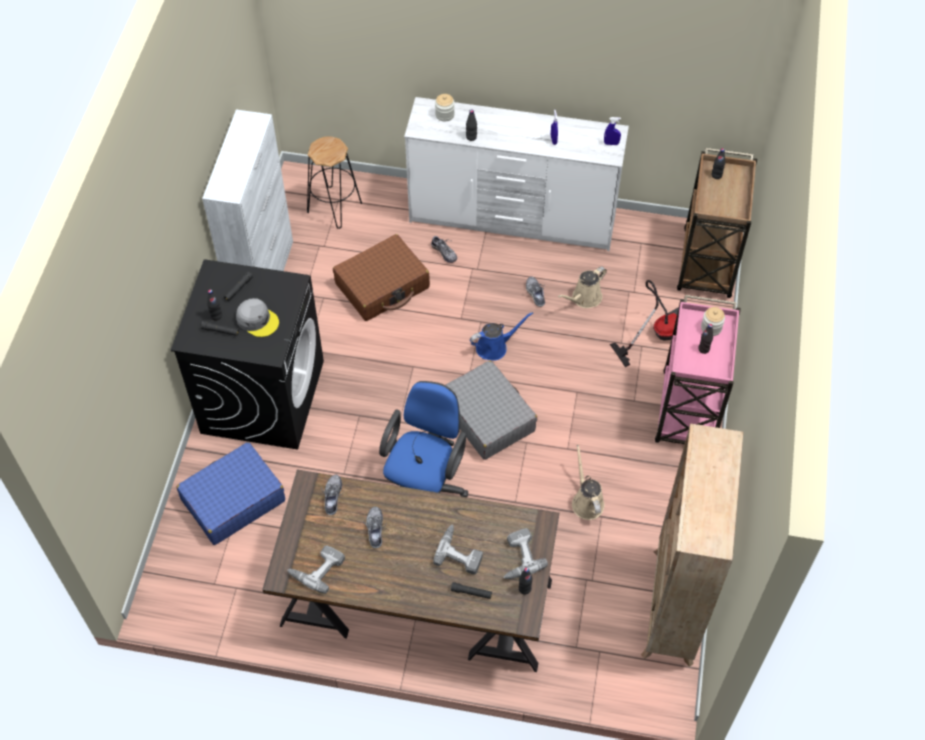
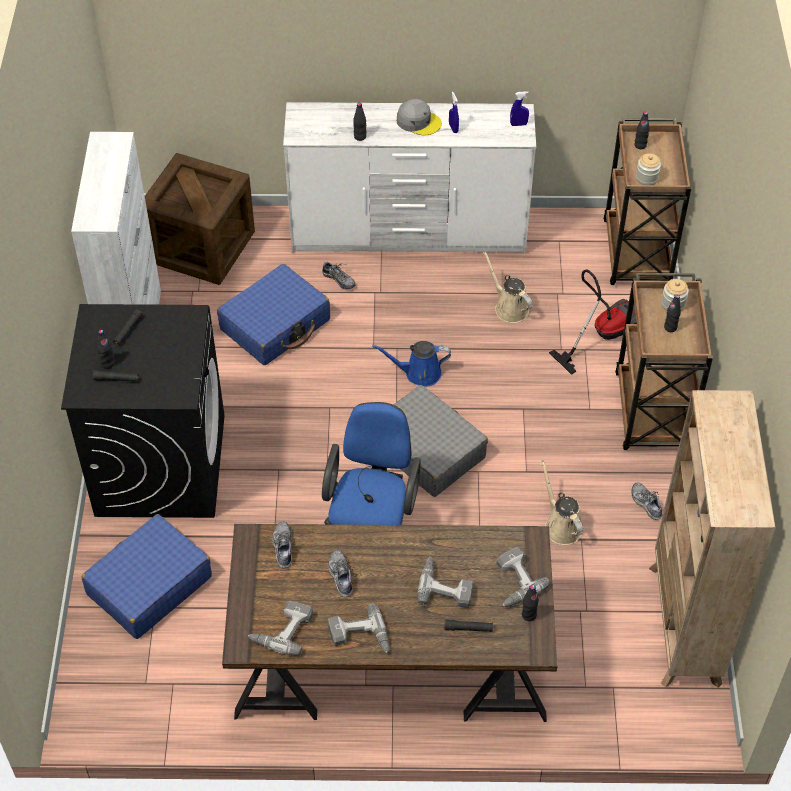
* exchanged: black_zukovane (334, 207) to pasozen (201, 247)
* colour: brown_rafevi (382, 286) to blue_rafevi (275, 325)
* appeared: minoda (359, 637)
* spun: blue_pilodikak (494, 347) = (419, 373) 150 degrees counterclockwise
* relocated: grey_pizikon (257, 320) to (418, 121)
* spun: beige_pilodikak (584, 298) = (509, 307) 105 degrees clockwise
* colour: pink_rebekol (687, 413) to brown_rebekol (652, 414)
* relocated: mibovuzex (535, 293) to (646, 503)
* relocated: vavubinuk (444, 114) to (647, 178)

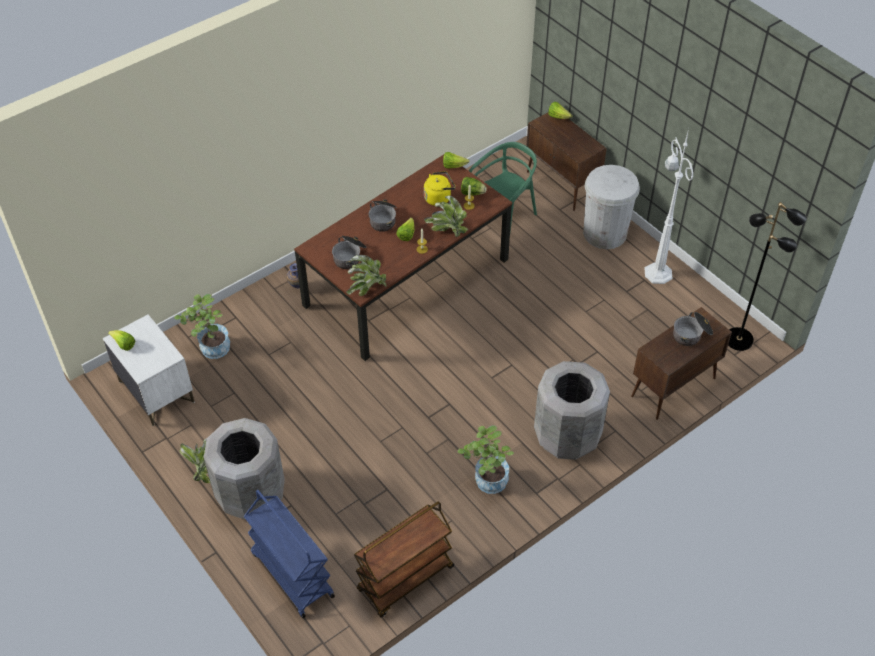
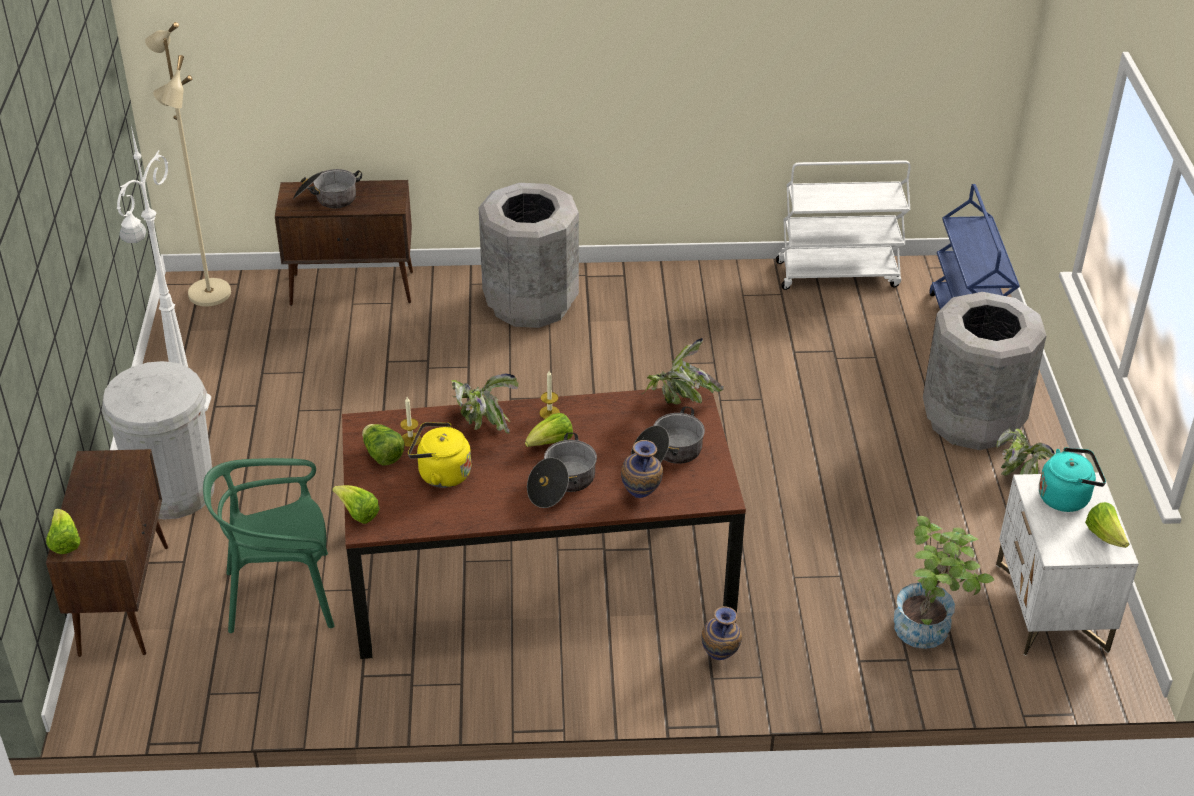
* colour: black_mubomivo (739, 339) to beige_mubomivo (208, 294)
* appeared: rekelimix (641, 496)
* colour: brown_rebekol (405, 579) to white_rebekol (838, 274)
* appeared: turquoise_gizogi (1066, 497)
* missing: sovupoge (486, 482)

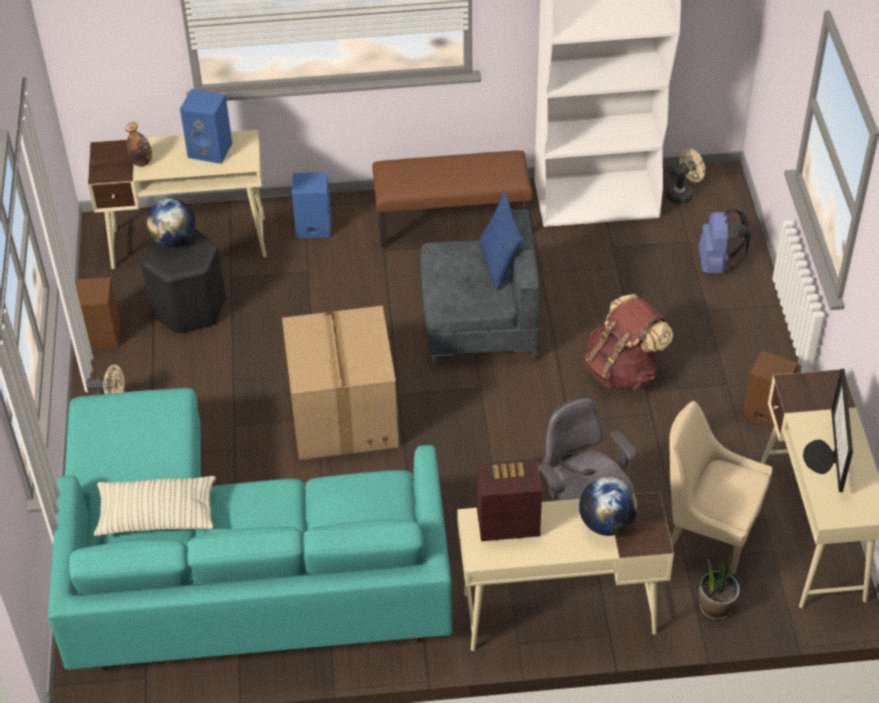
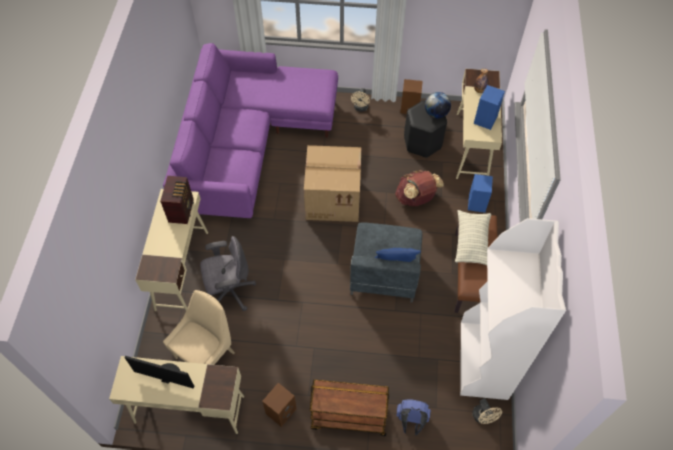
* colour: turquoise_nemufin (233, 576) to purple_nemufin (248, 145)
* appeared: brown_rebekol (348, 418)
* relocated: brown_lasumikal (623, 371) to (416, 198)
* relocated: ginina (157, 516) to (471, 242)
* missing: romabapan (606, 523)
* missing: sovupoge (715, 607)

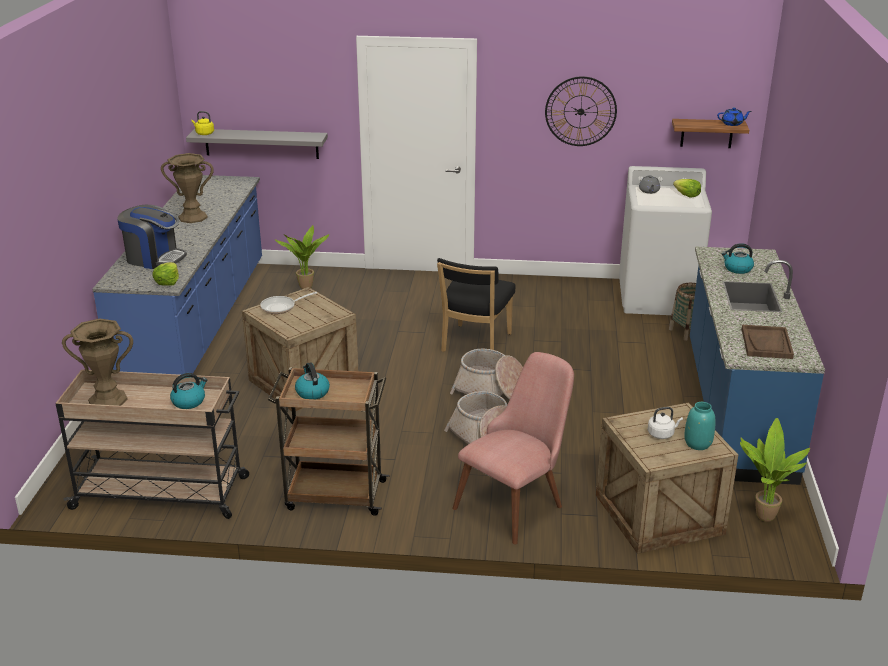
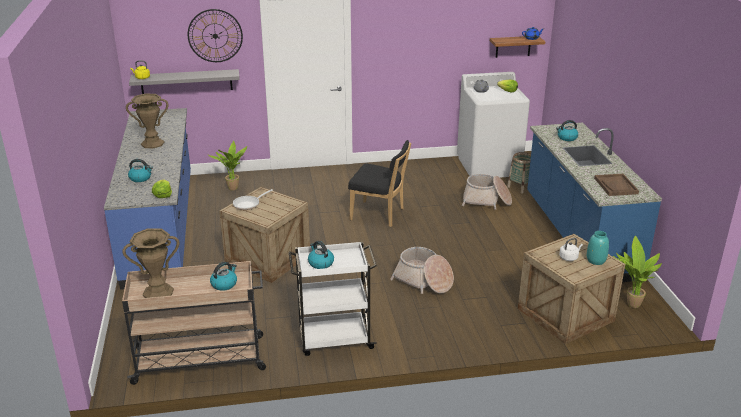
* exchanged: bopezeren (154, 258) to gizogi (140, 178)
* relocated: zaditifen (580, 111) to (215, 36)
* colour: brown_rebekol (334, 495) to white_rebekol (334, 339)
* spun: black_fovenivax (474, 344) = (379, 215) 75 degrees counterclockwise
* relocated: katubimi (491, 391) to (486, 201)
* missing: pink_fovenivax (516, 501)

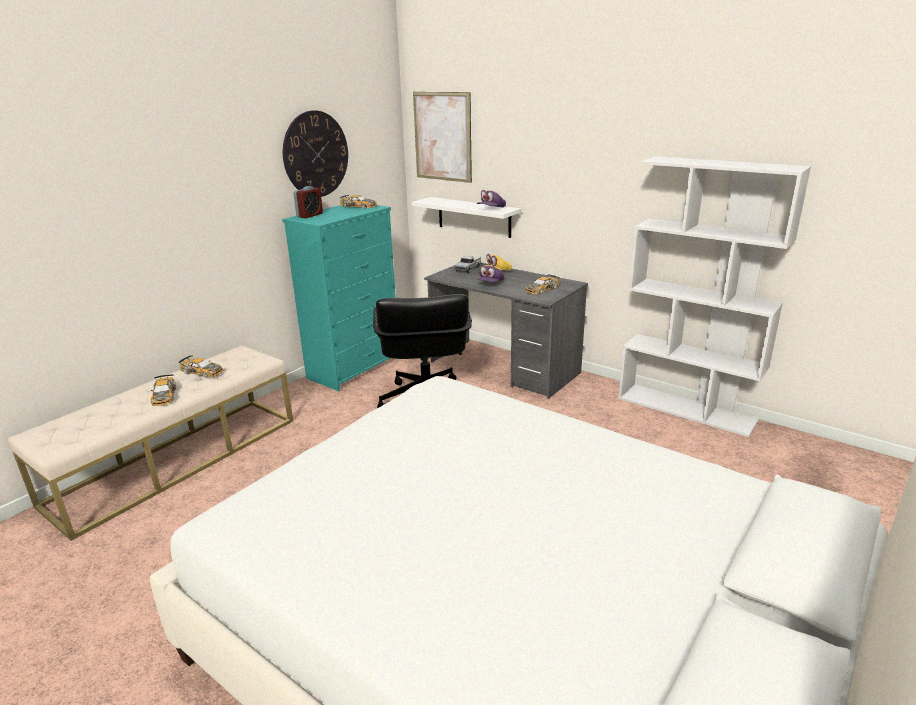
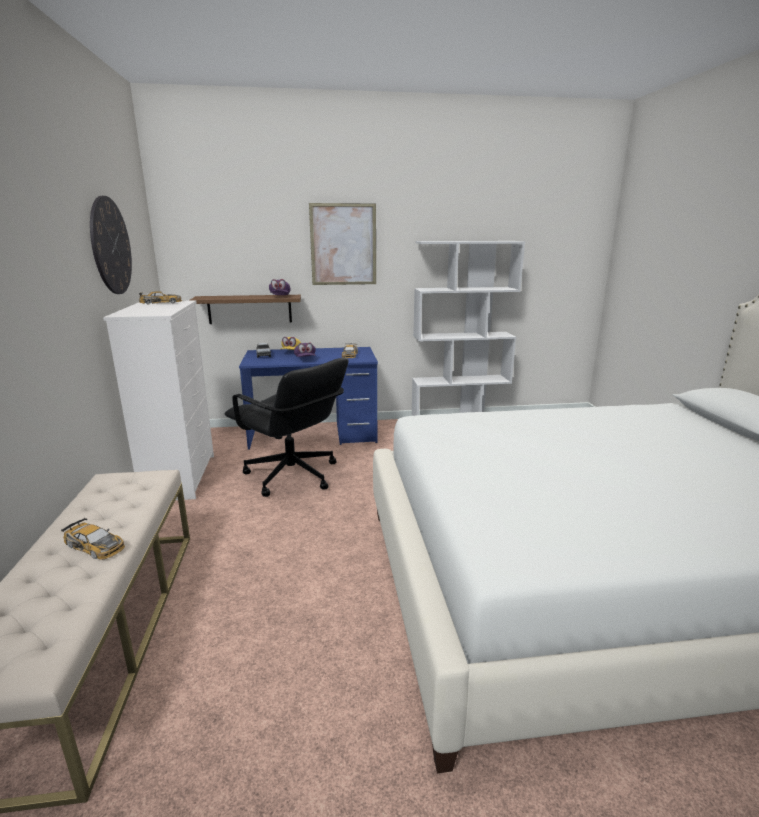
* colour: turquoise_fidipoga (355, 368) to white_fidipoga (181, 476)
* colour: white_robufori (474, 217) to brown_robufori (250, 309)
* colour: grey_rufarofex (504, 368) to blue_rufarofex (313, 435)
* relocated: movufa (442, 137) to (343, 244)
* missing: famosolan (202, 371)
* missing: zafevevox (309, 215)

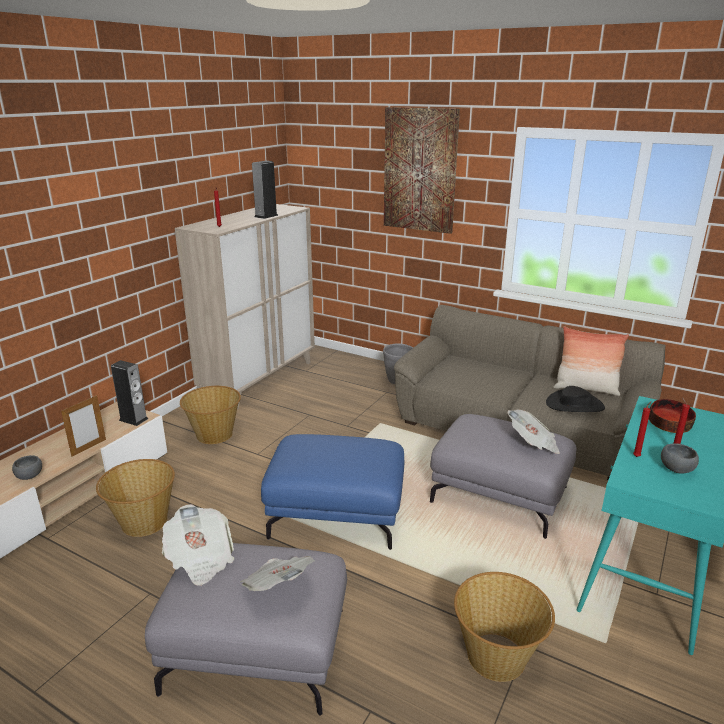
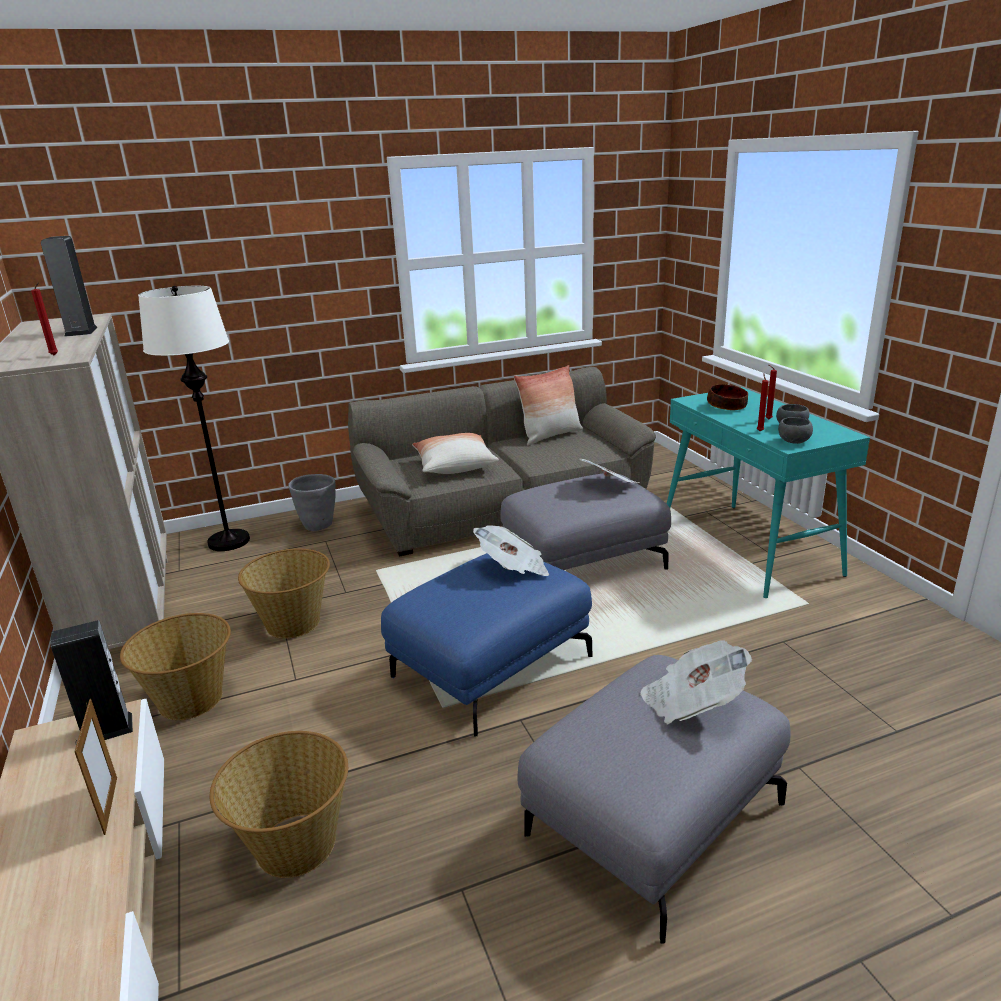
* appeared: white_mubomivo (228, 541)
* relocated: katubimi (497, 657) to (294, 623)
* appeared: ginina (454, 465)
* relocated: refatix (200, 559) to (513, 568)
* relocated: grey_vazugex (30, 475) to (793, 441)
* missing: movufa (420, 170)
* missing: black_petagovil (575, 405)

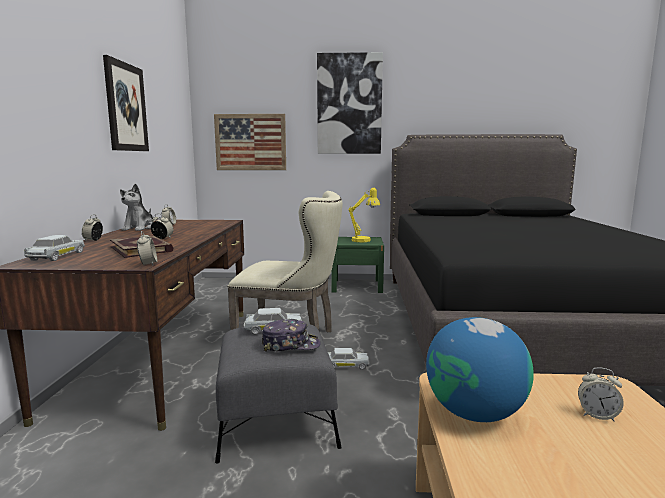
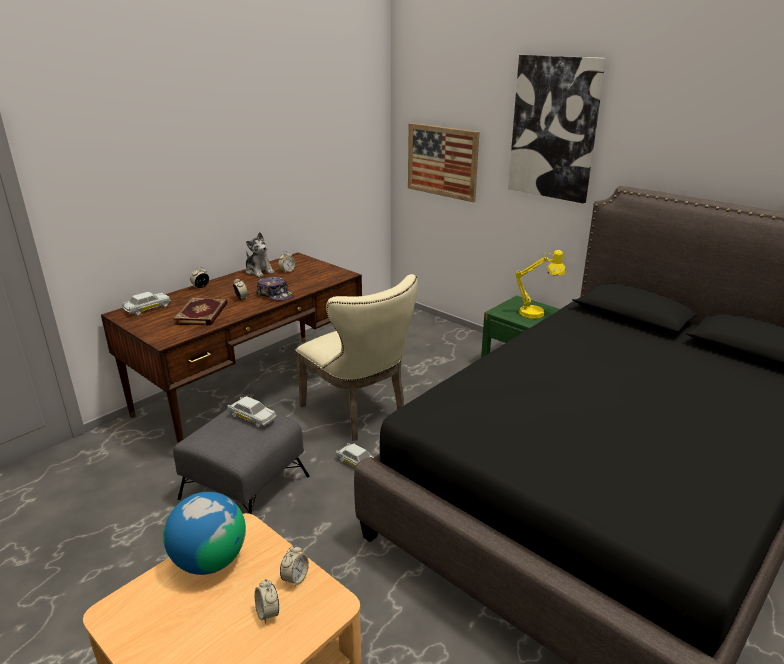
* spun: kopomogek (139, 228) = (259, 271) 90 degrees counterclockwise
* relocated: pizikon (290, 345) to (275, 294)
* relocated: zafevevox (148, 264) to (295, 578)
* missing: movufa (126, 107)

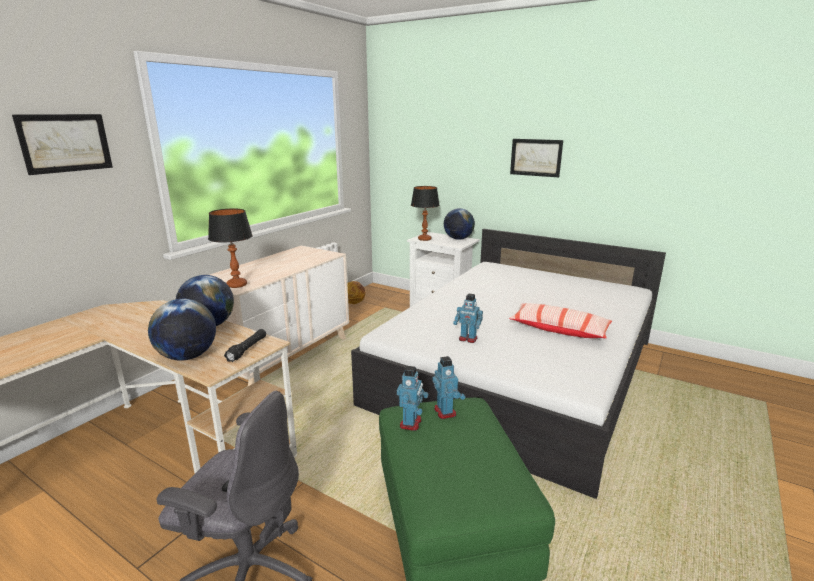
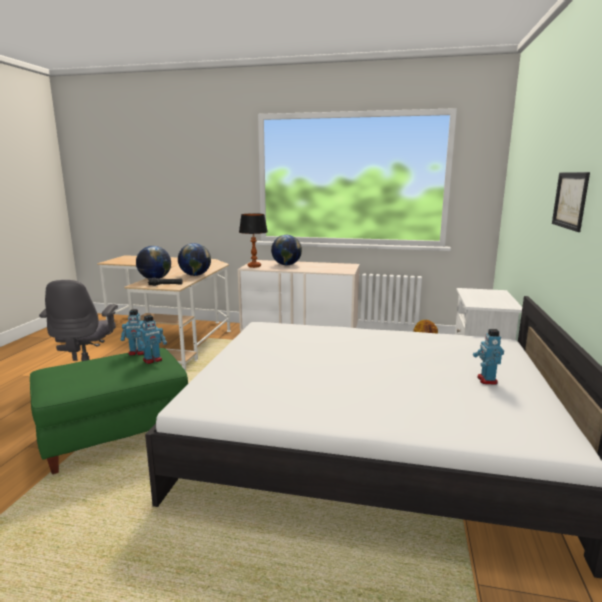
* relocated: romabapan (458, 239) to (286, 265)
* relocated: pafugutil (467, 339) to (486, 380)
* missing: movufa (65, 143)
* missing: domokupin (424, 239)
* missing: ginina (559, 329)

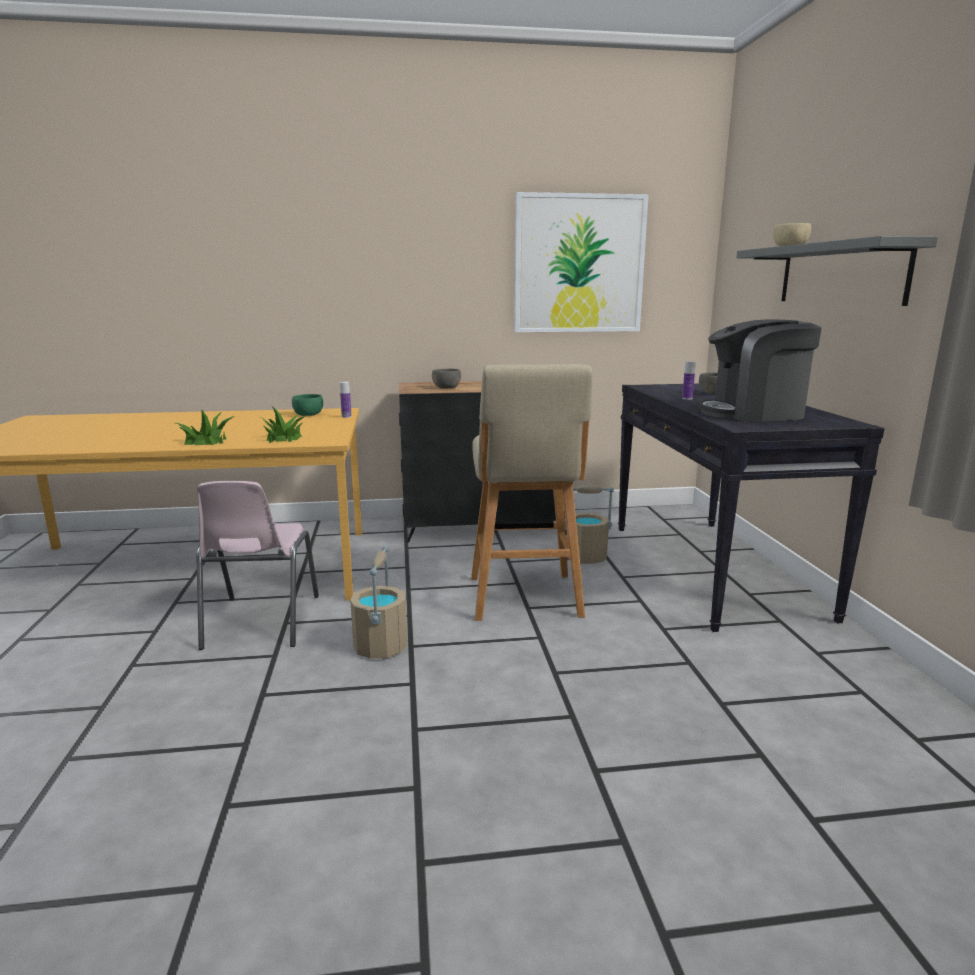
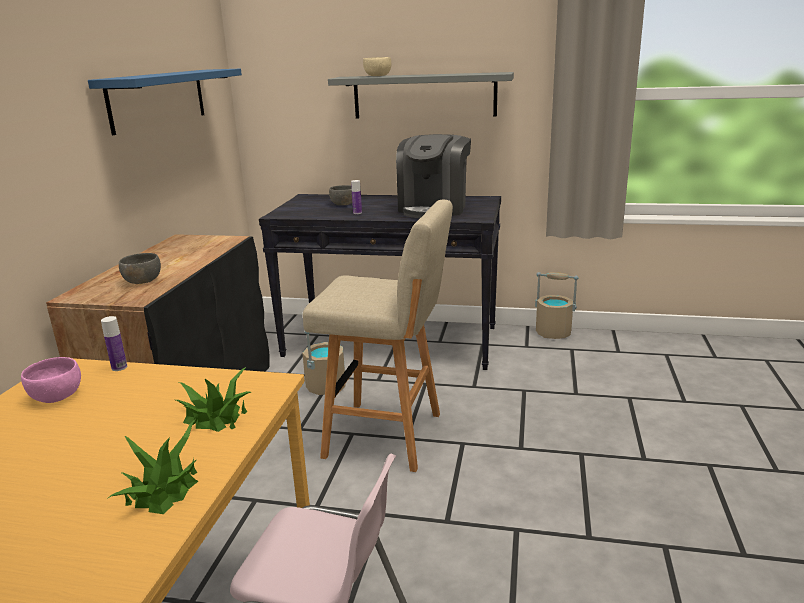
* colour: green_vazugex (308, 415) to pink_vazugex (57, 396)
* exchanged: movufa (579, 264) to blue_robufori (158, 99)
* relocated: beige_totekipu (380, 646) to (553, 333)

